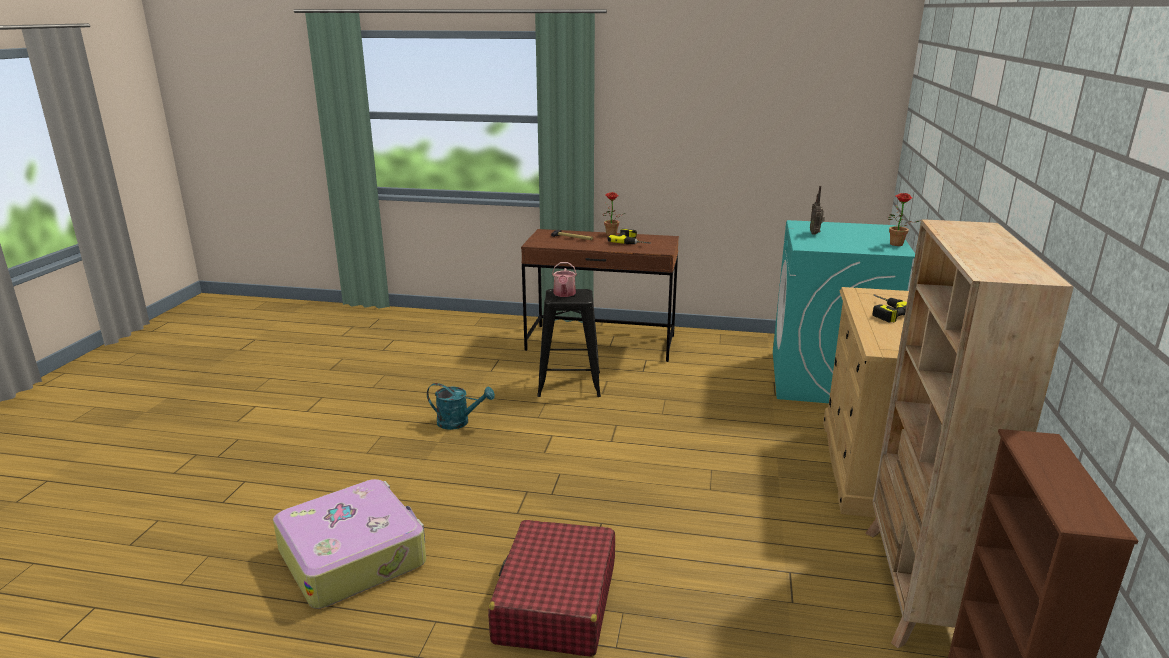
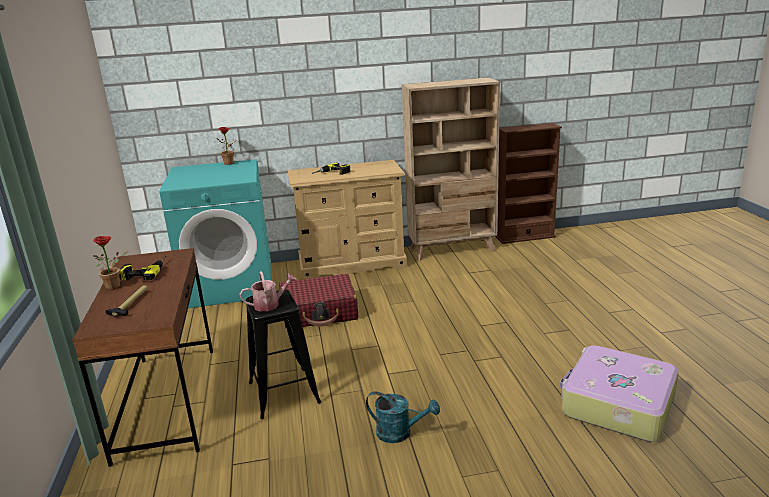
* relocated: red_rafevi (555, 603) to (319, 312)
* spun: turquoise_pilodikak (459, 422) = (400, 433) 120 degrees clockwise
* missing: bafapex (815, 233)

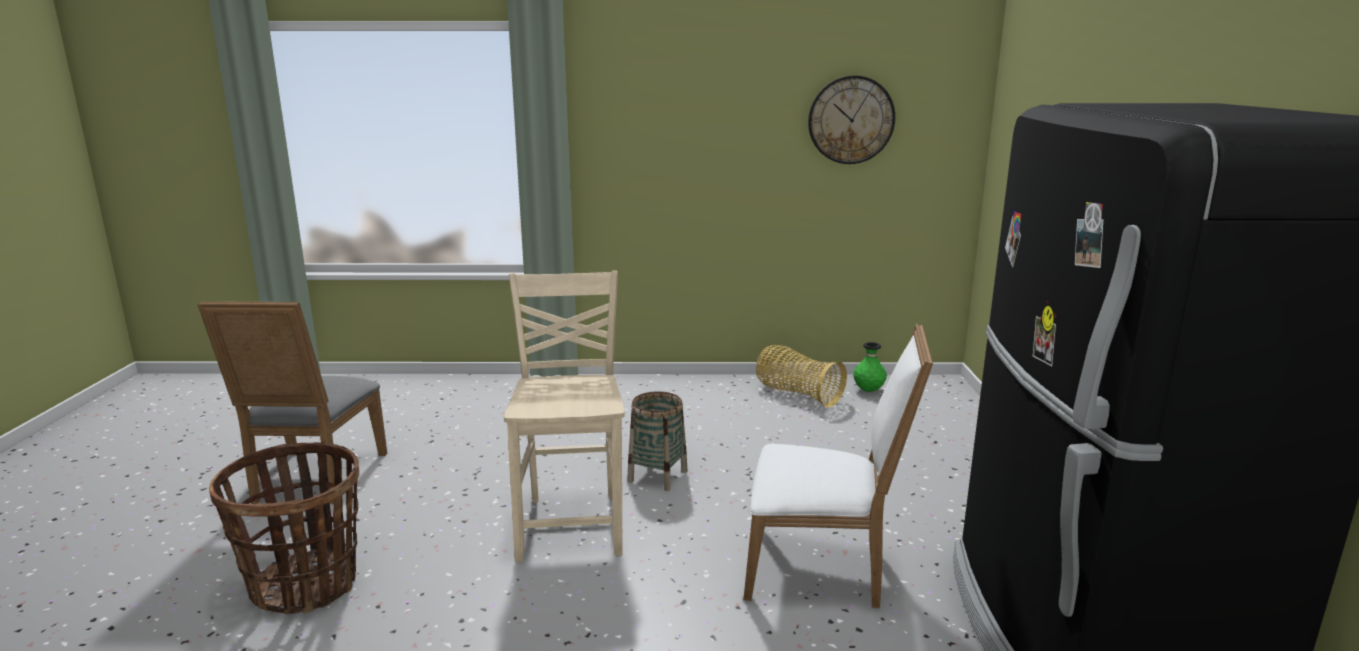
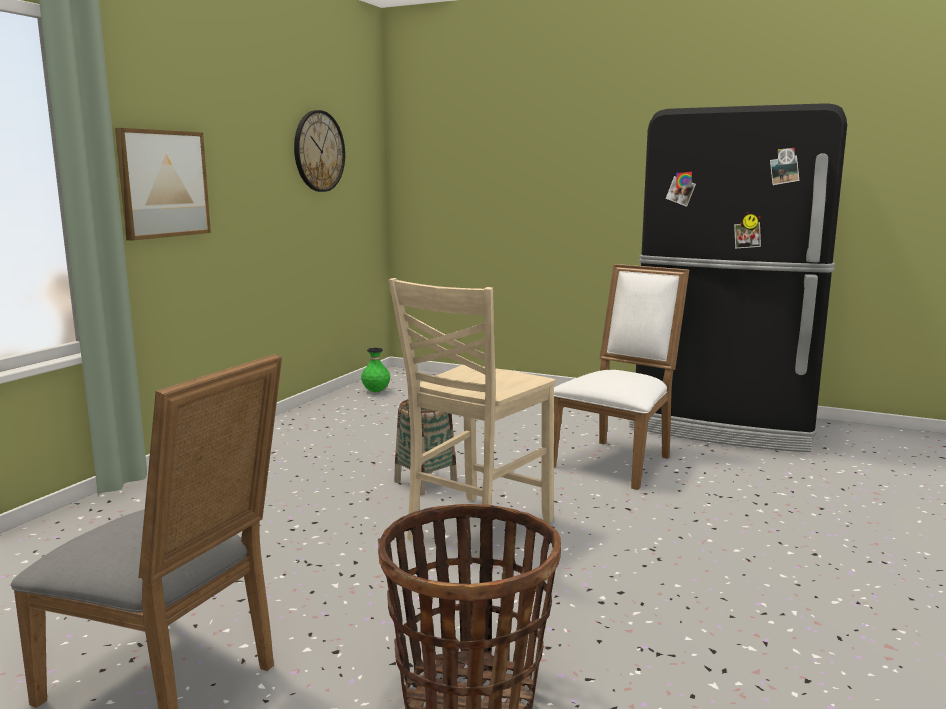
* appeared: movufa (163, 184)
* spun: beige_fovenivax (573, 525) = (476, 530) 75 degrees counterclockwise
* missing: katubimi (797, 394)

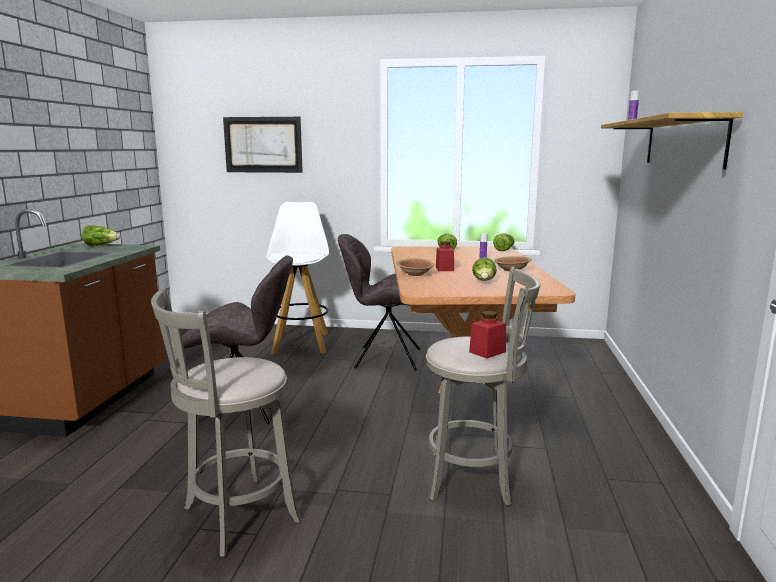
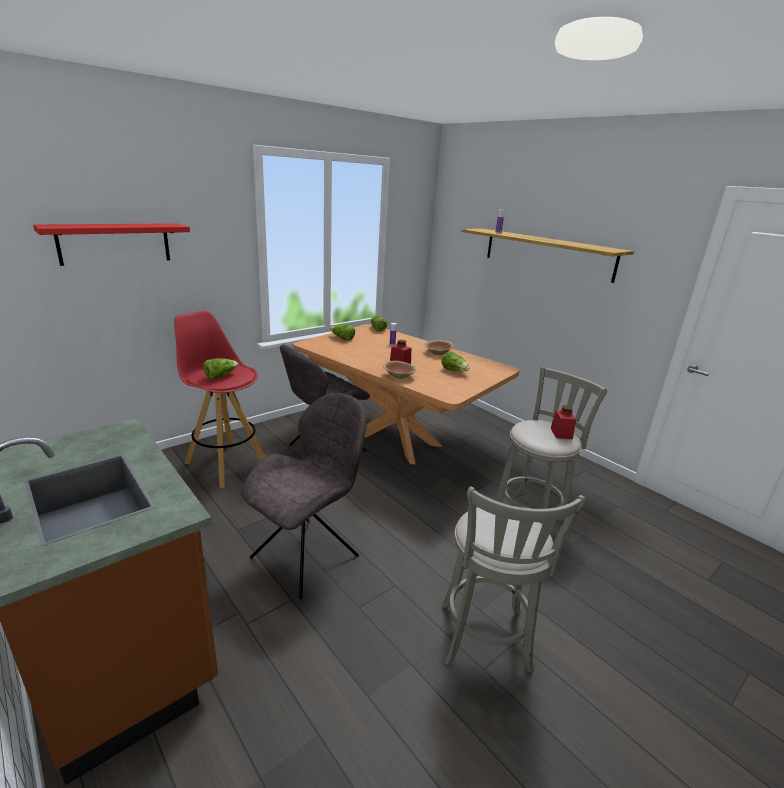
* exchanged: movufa (263, 145) to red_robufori (115, 243)
* colour: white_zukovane (301, 343) to red_zukovane (226, 463)
* relocated: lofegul (101, 245) to (220, 376)

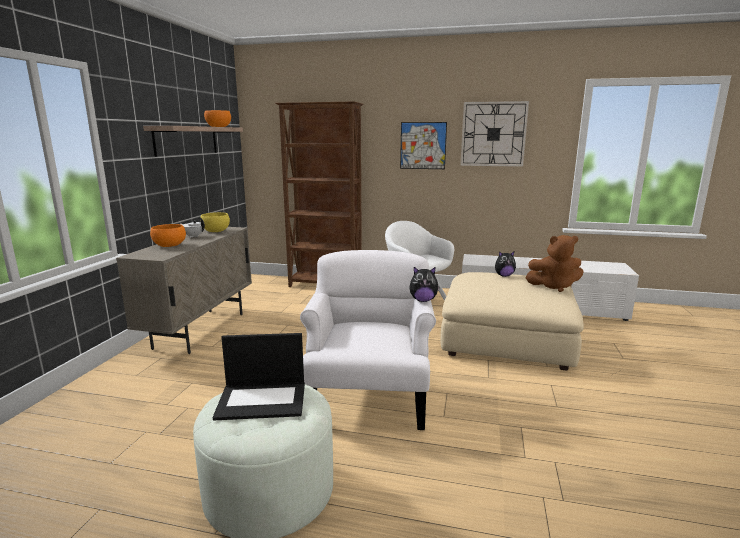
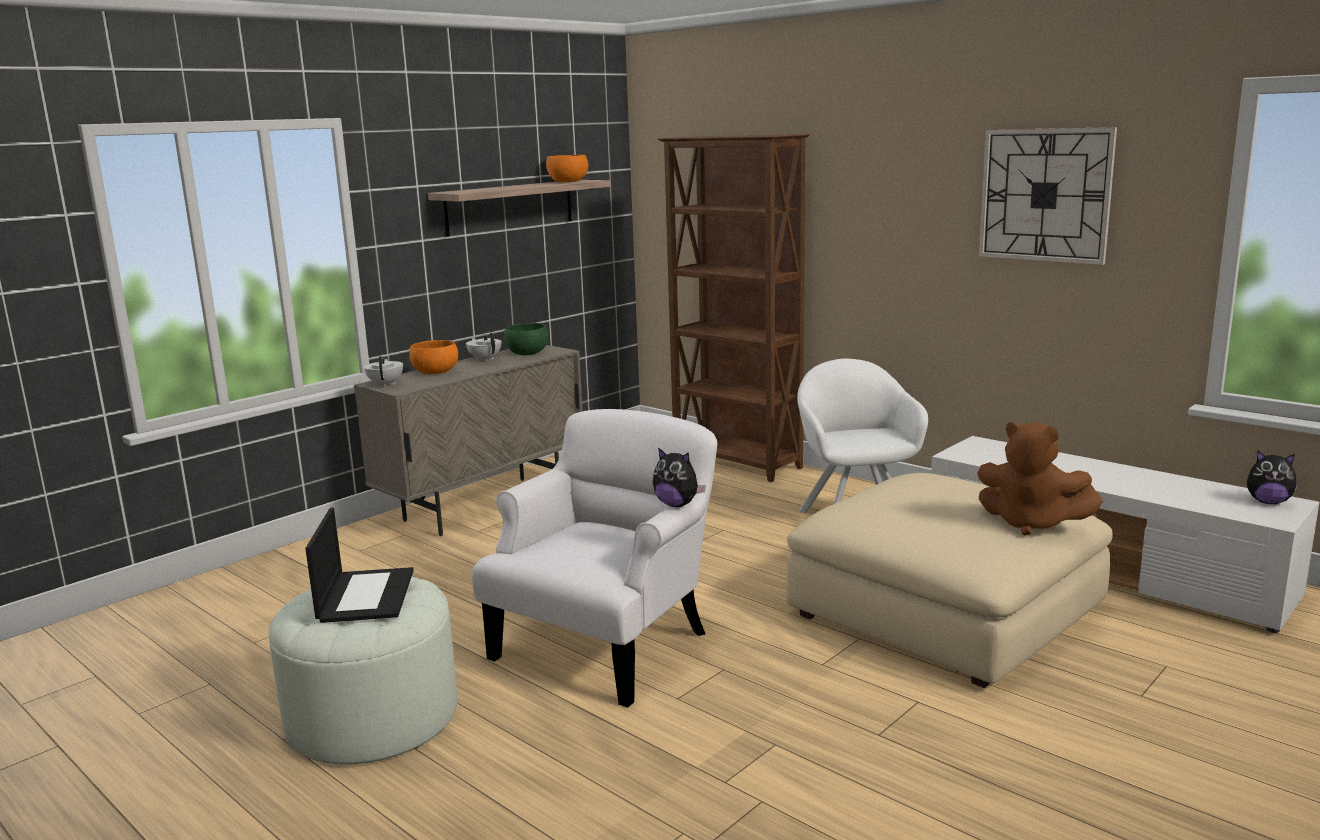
* spun: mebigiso (263, 400) = (365, 595) 120 degrees counterclockwise
* appeared: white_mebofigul (386, 384)
* colour: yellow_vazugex (216, 231) to green_vazugex (527, 353)
* relocated: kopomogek (504, 275) to (1268, 502)
* missing: movufa (423, 145)

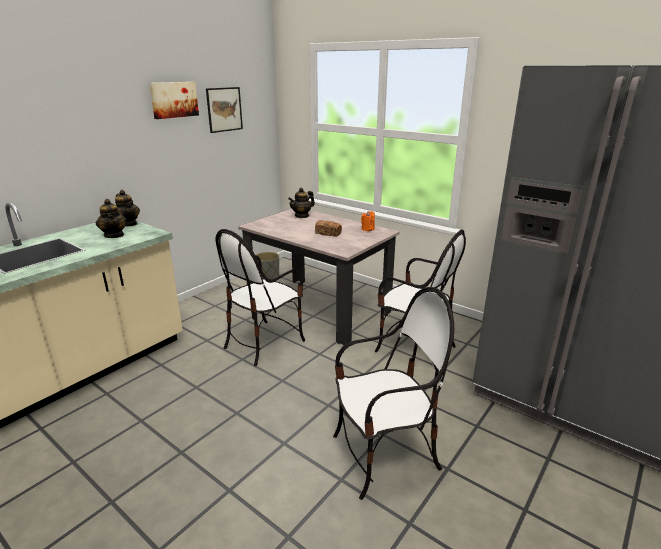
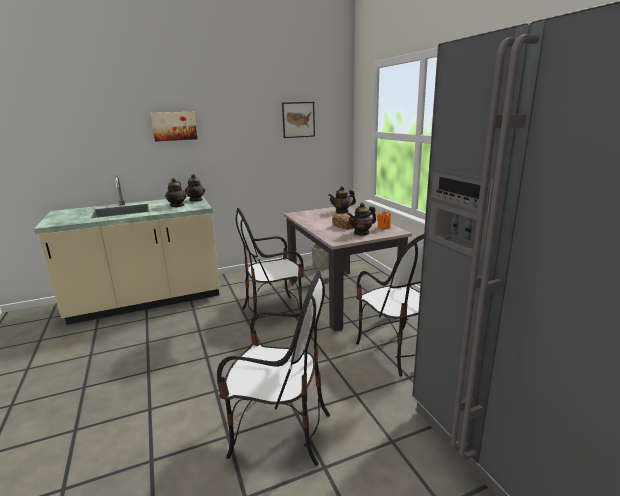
* relocated: movufa (173, 99) to (174, 126)
* appeared: mebofigul (362, 233)

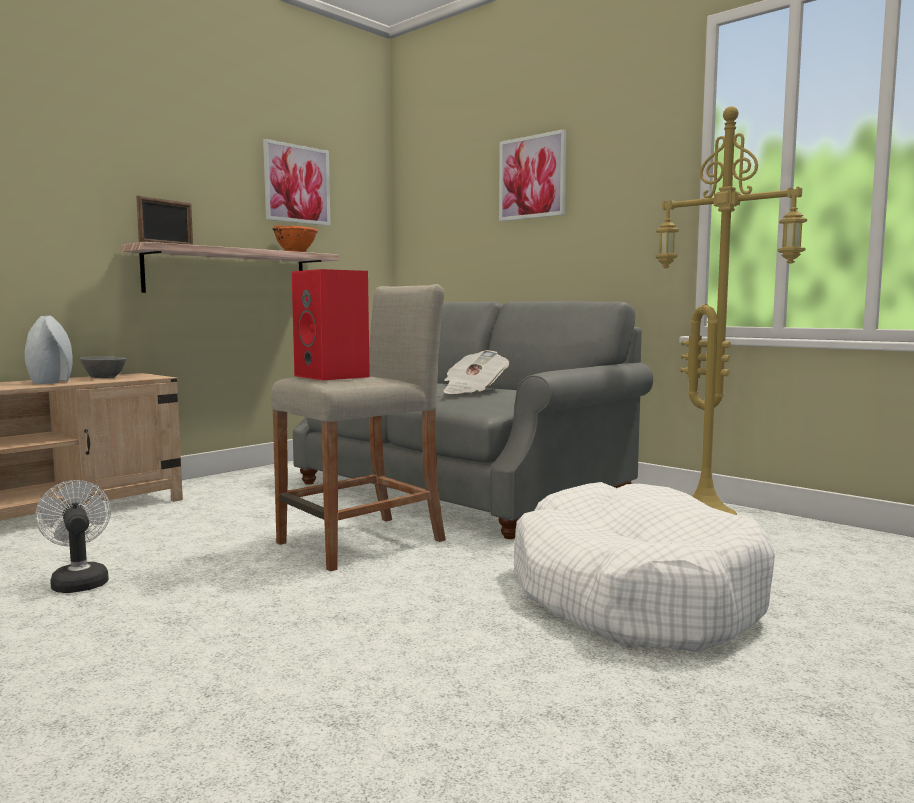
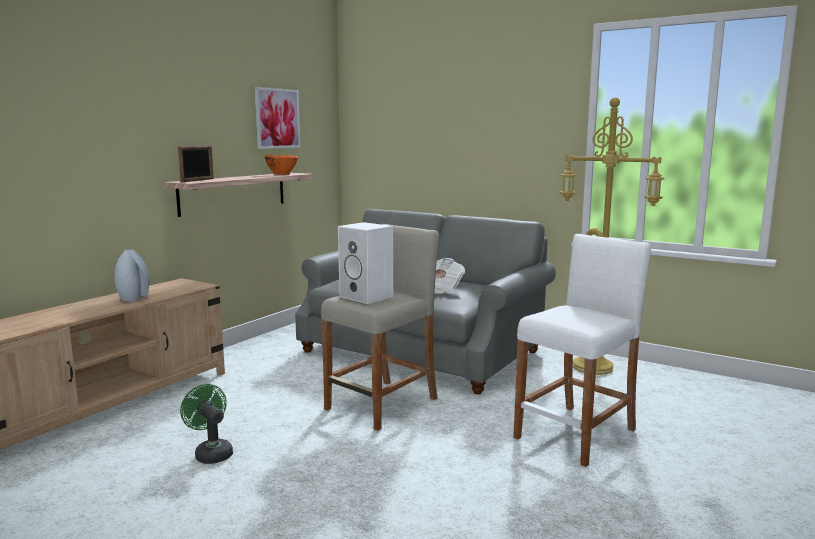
* colour: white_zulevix (79, 581) to green_zulevix (211, 453)
* colour: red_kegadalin (334, 376) to white_kegadalin (368, 297)
* exchanged: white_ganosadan (633, 595) to white_zukovane (576, 434)
* missing: grey_vazugex (104, 378)
* missing: movufa (532, 177)

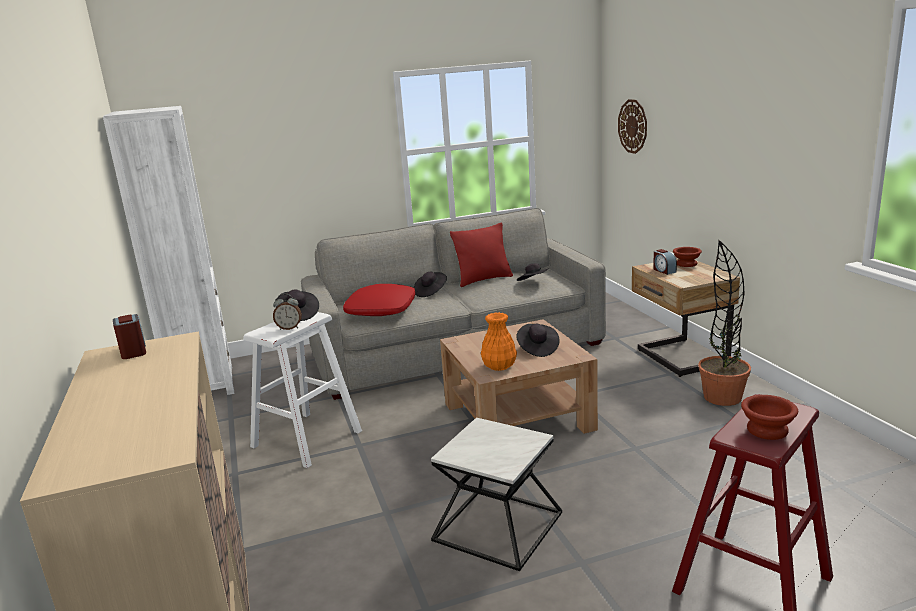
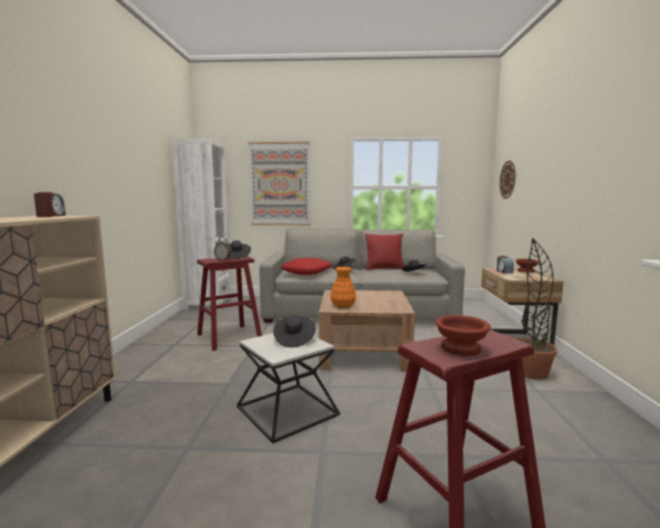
* colour: white_zukovane (307, 439) to red_zukovane (229, 337)
* appeared: movufa (279, 184)
* relocated: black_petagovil (537, 349) to (294, 340)

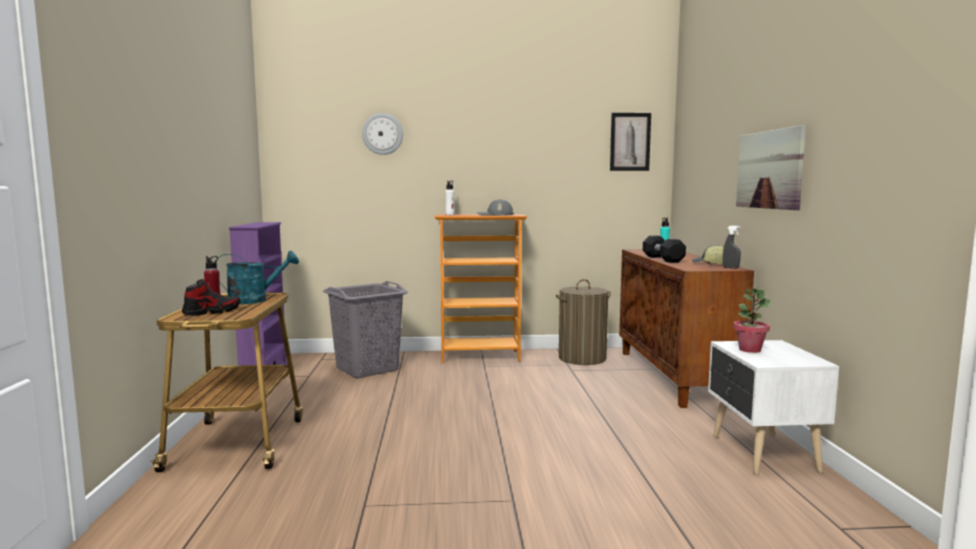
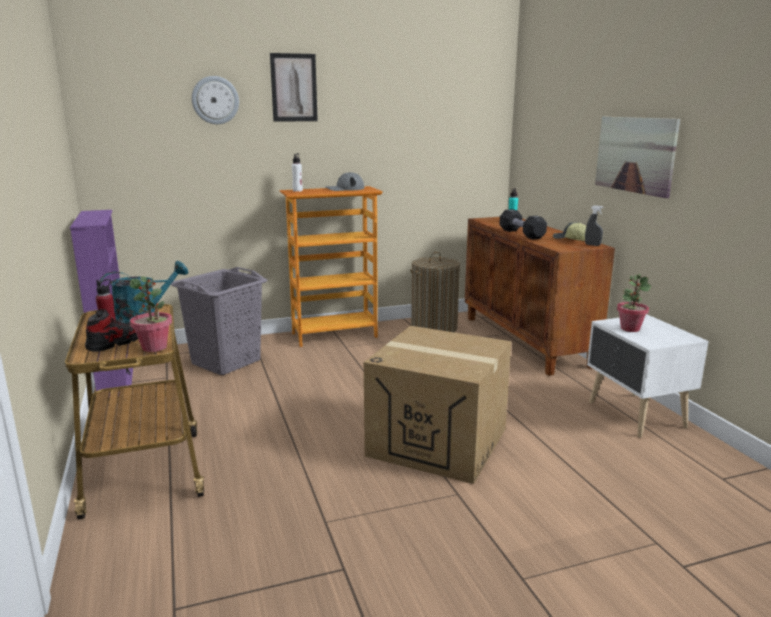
* appeared: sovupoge (154, 347)
* relocated: movufa (630, 142) to (294, 87)
* appeared: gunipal (438, 442)

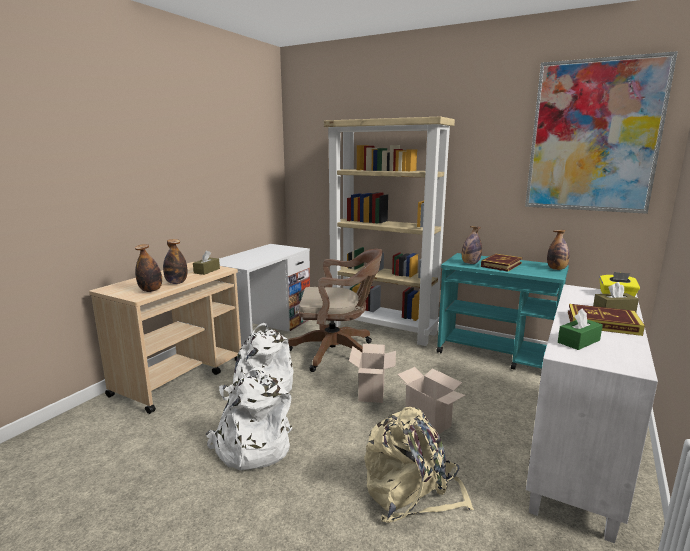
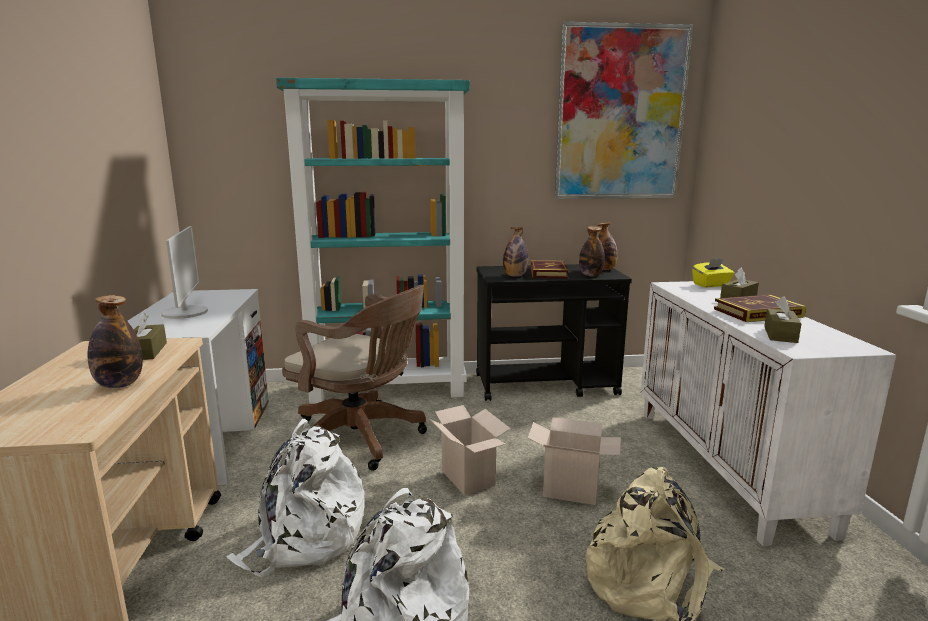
* appeared: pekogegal (185, 312)
* colour: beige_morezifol (383, 329) to turquoise_morezifol (389, 389)
* spun: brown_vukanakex (337, 352) = (362, 438) 60 degrees clockwise
* colour: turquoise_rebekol (496, 354) to black_rebekol (546, 385)
* relocated: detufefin (151, 290) to (590, 275)
* colour: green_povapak (578, 341) to brown_povapak (780, 334)

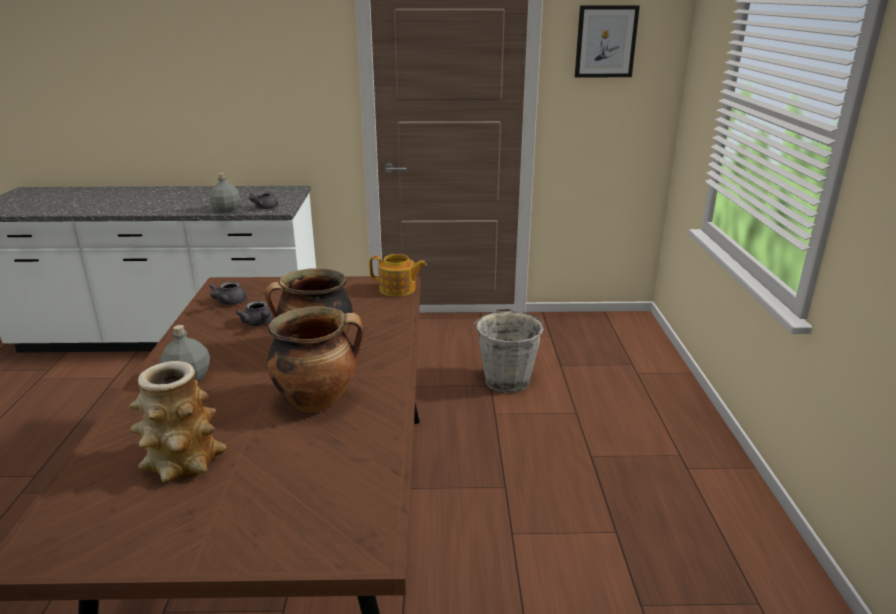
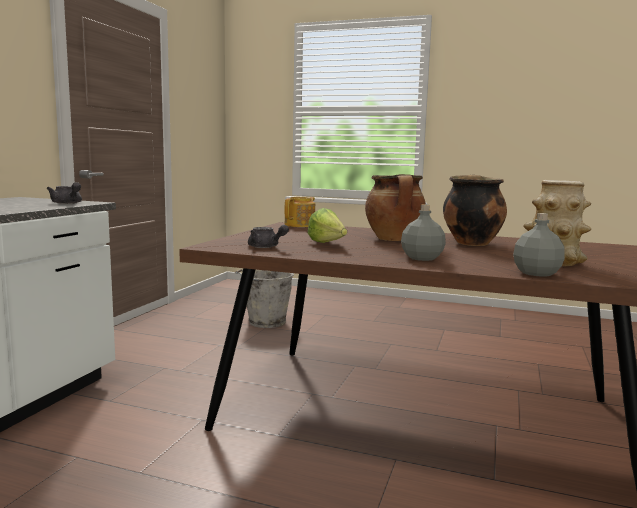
* exchanged: grey_mebofigul (259, 324) to lofegul (328, 244)
* relocated: grey_detufefin (226, 210) to (536, 273)
* missing: movufa (606, 42)

